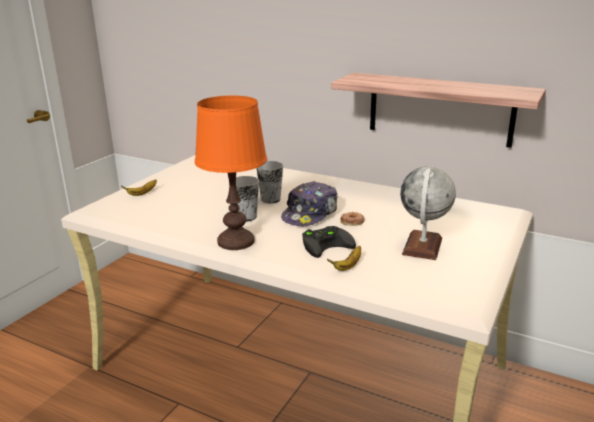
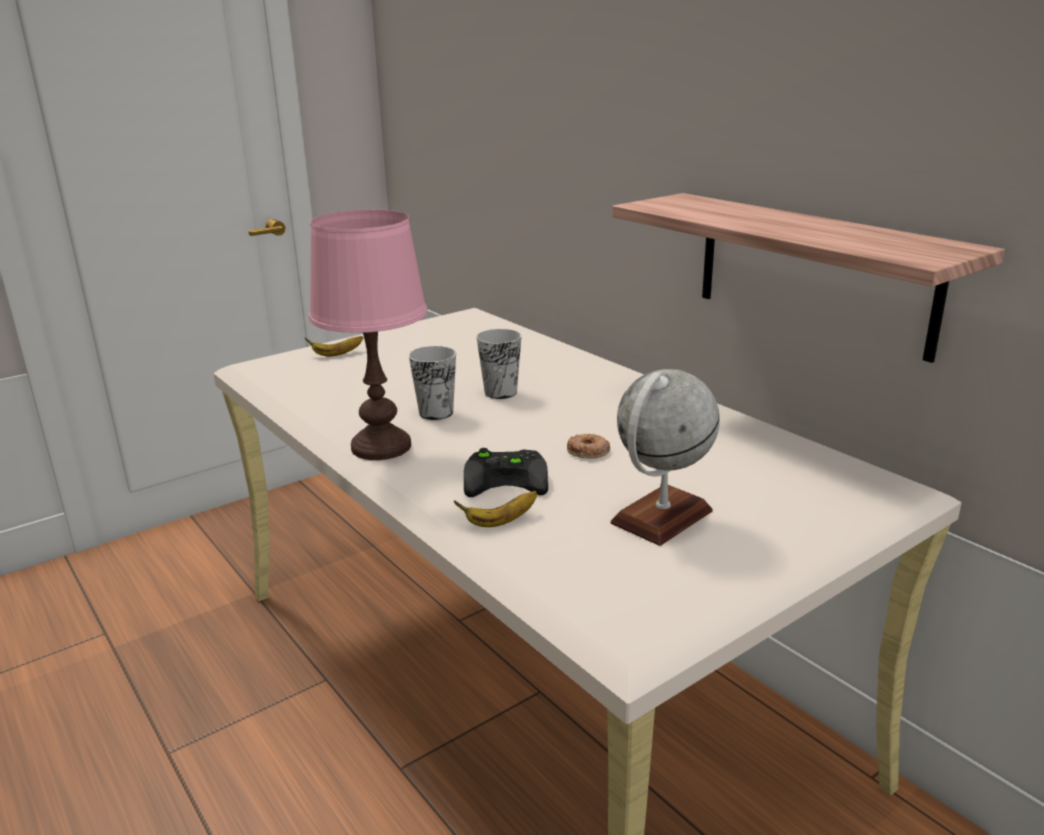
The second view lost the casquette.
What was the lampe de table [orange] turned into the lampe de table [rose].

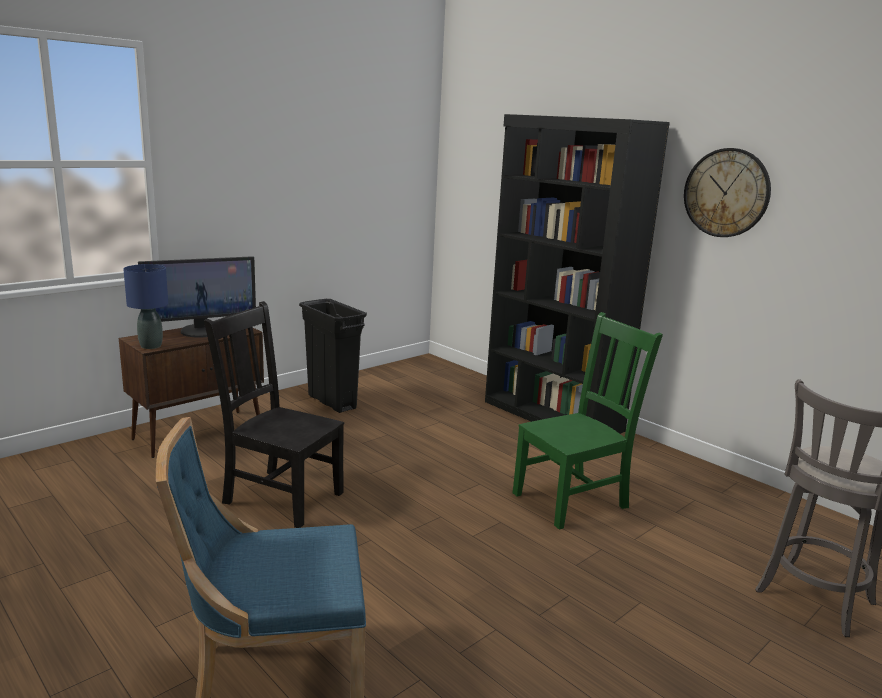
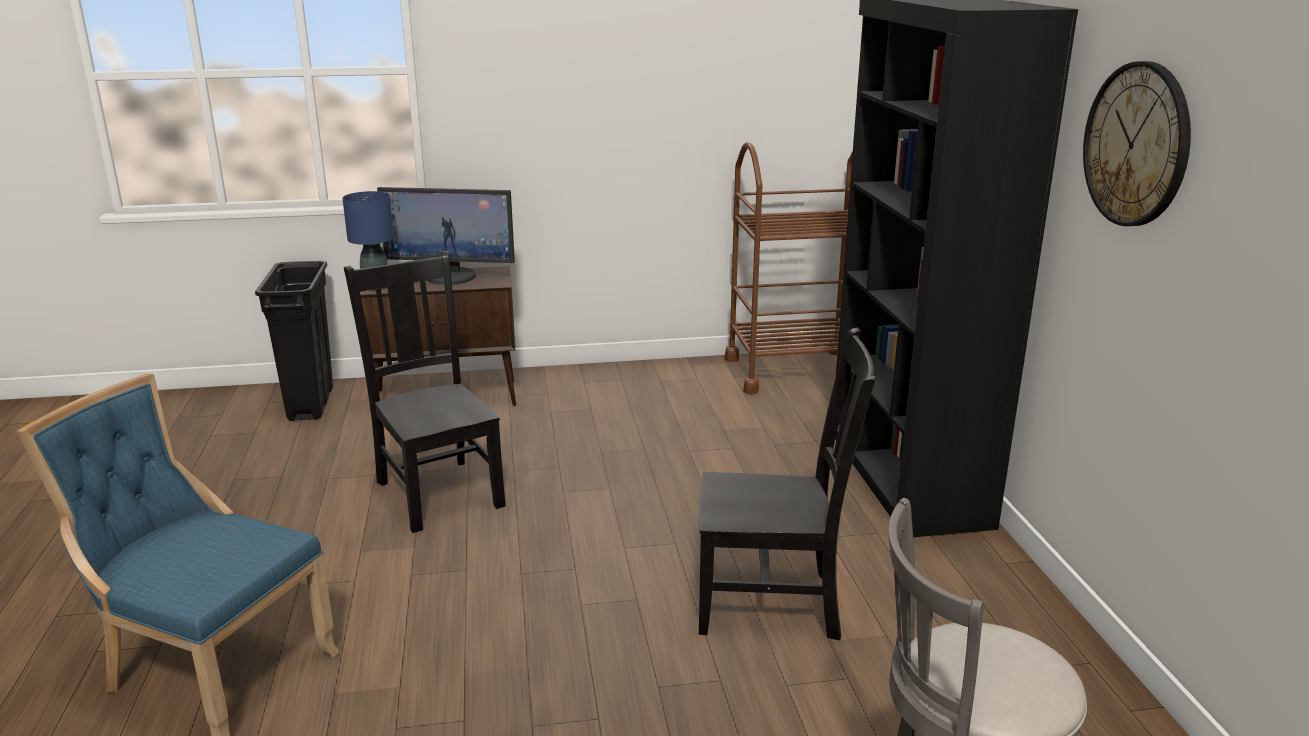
The second view gained the chariot [marron].
The poubelle [noir] ended up elsewhere.
What was the chaise [vert] turned into the chaise [noir] (2nd from left).

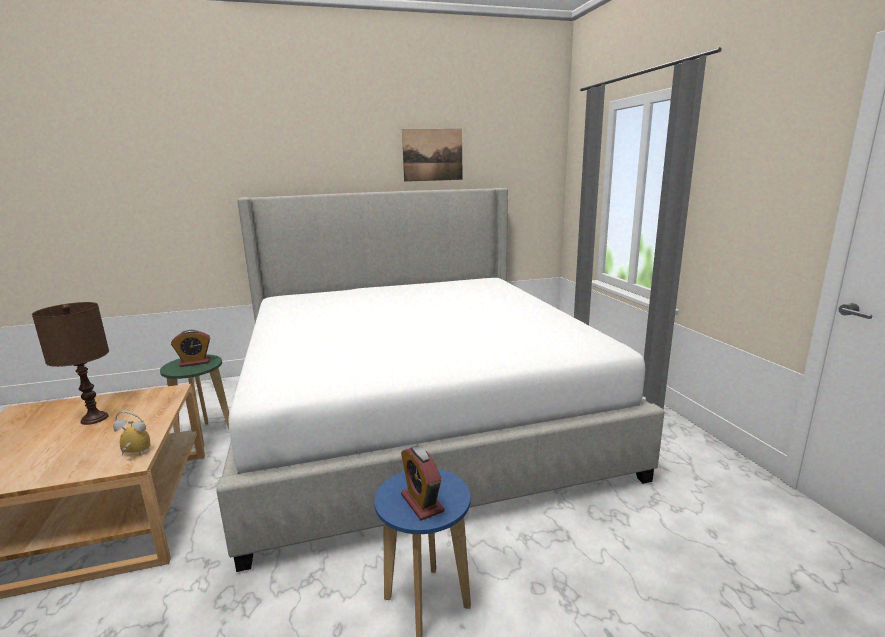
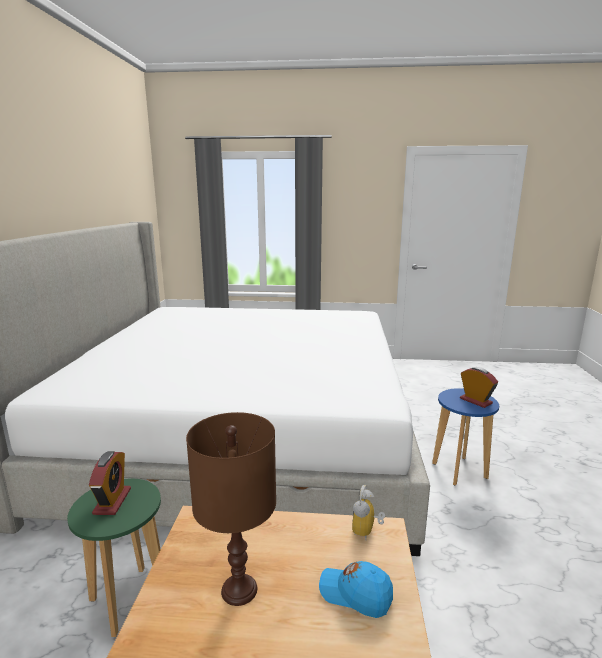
The second view lost the tableau.
The second view gained the casquette [bleu].
The réveil (3rd from left) ended up facing another way, 120 degrees counterclockwise from before.

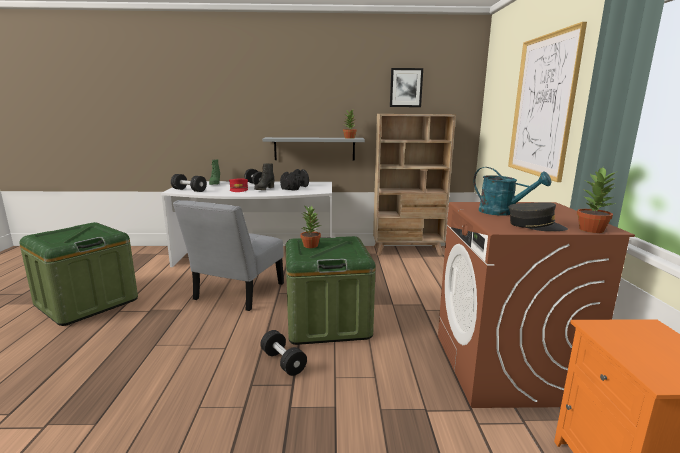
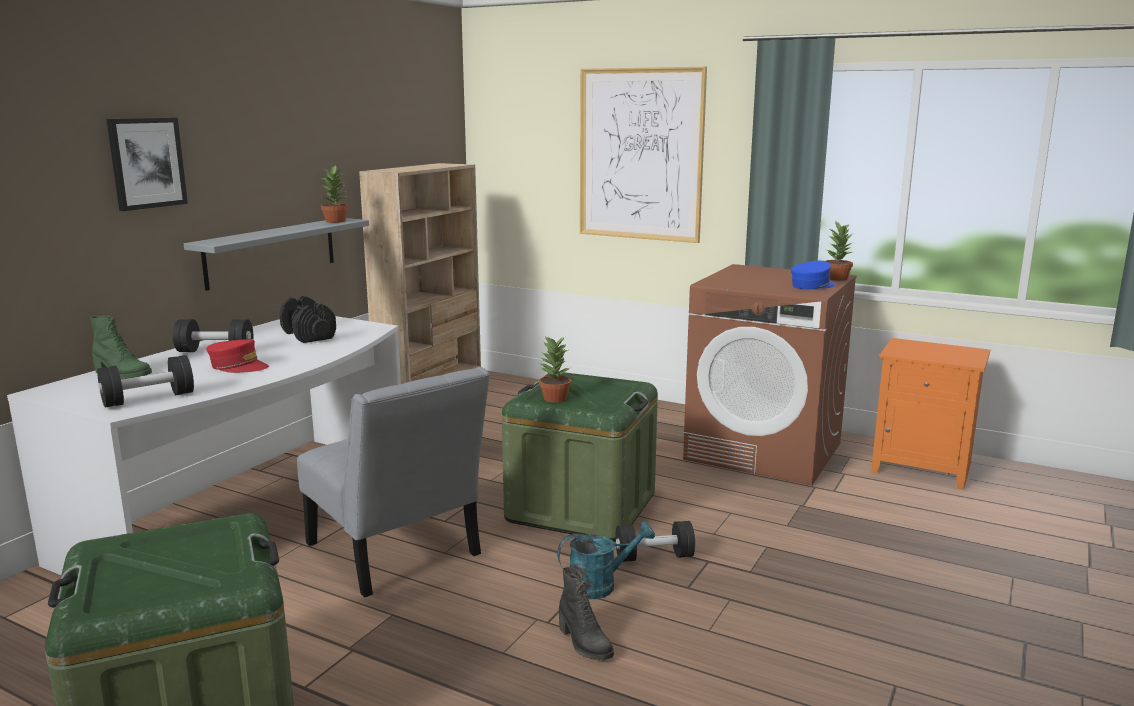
The botte [noir] ended up elsewhere.
The tableau (1st from left) ended up elsewhere.
The arrosoir [turquoise] ended up elsewhere.
What was the casquette [gris] turned into the casquette [bleu].

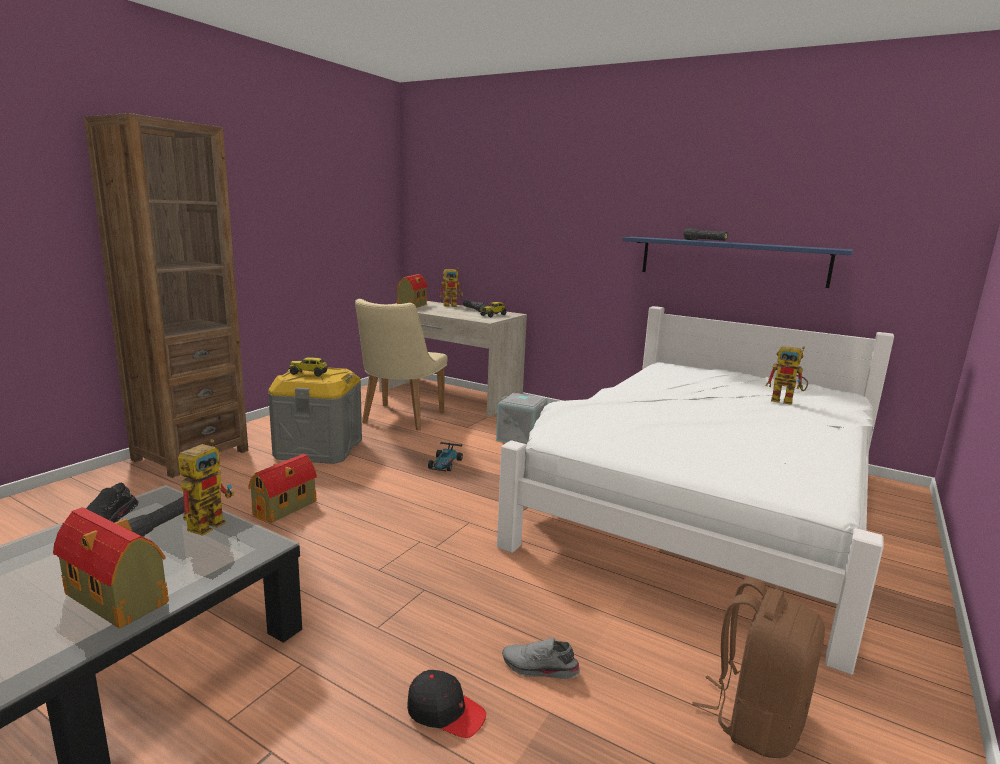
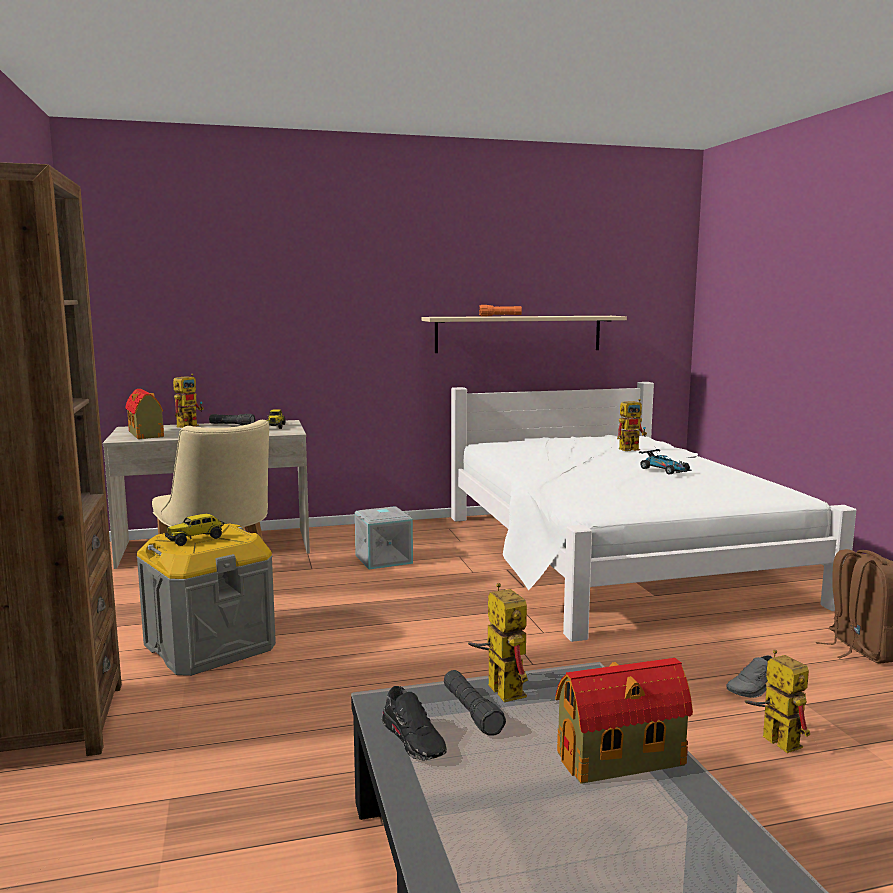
The second view lost the maison miniature (2nd from left).
The petite voiture ended up elsewhere.
Where the casquette [noir] stood, the robot jouet (4th from left) came to stand.
What was the étagère [bleu] turned into the étagère [beige].
What was the lampe de poche [noir] (3rd from left) turned into the lampe de poche [orange].

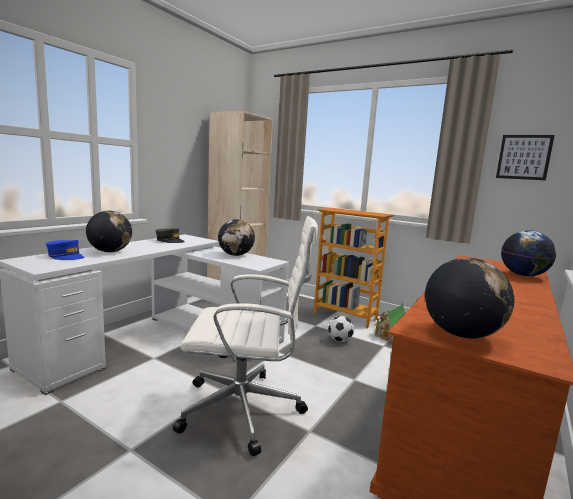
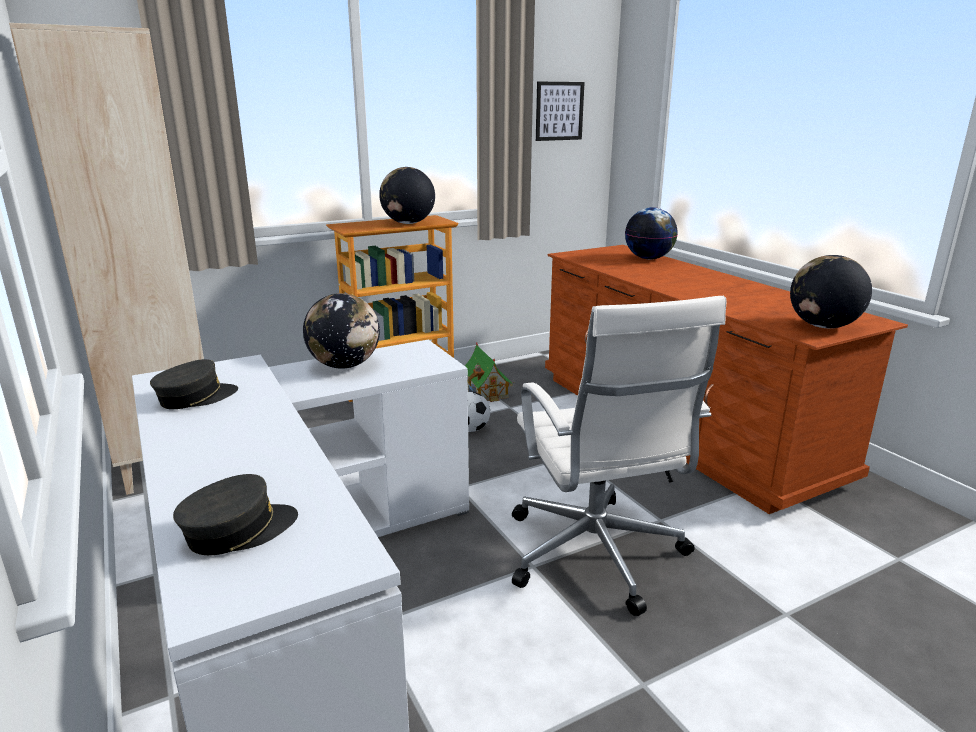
The globe (1st from left in the first image) ended up elsewhere.
What was the casquette [bleu] turned into the casquette [gris] (2nd from left).
The chaise de bureau [blanc] ended up facing another way, 135 degrees clockwise from before.

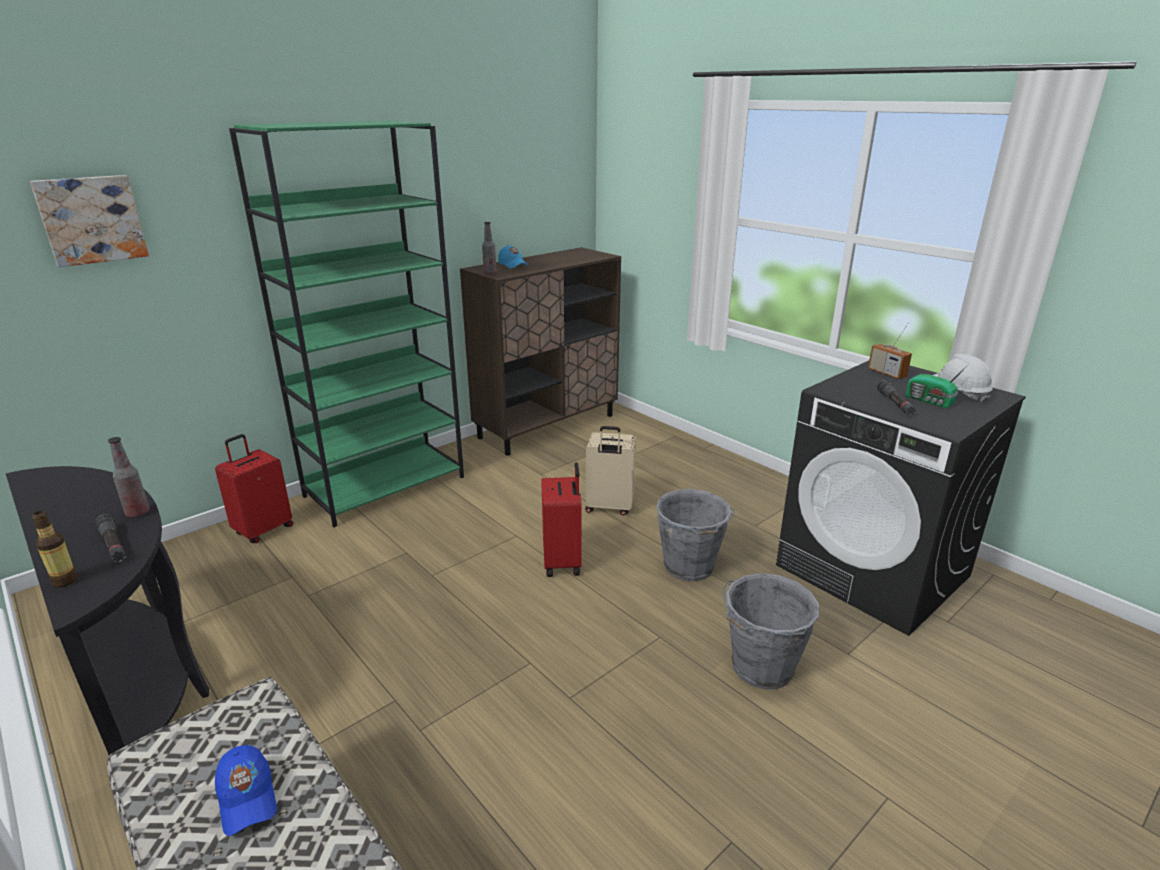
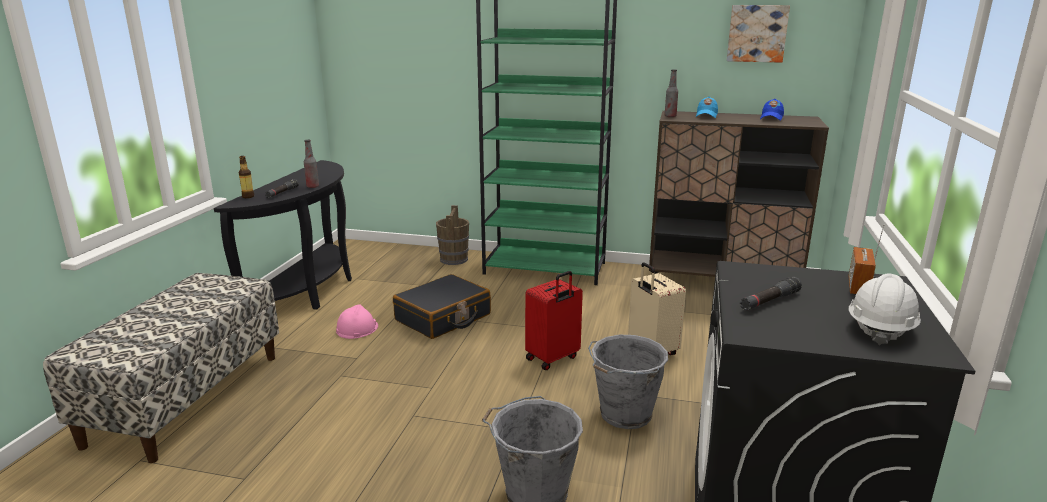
The second view lost the radio (2nd from left).
The second view gained the casque de chantier [rose].
The second view gained the valise [noir].
The tableau ended up elsewhere.
The casquette [bleu] (1st from left in the first image) ended up elsewhere.
Where the valise [rouge] (1st from left) stood, the seau [marron] came to stand.

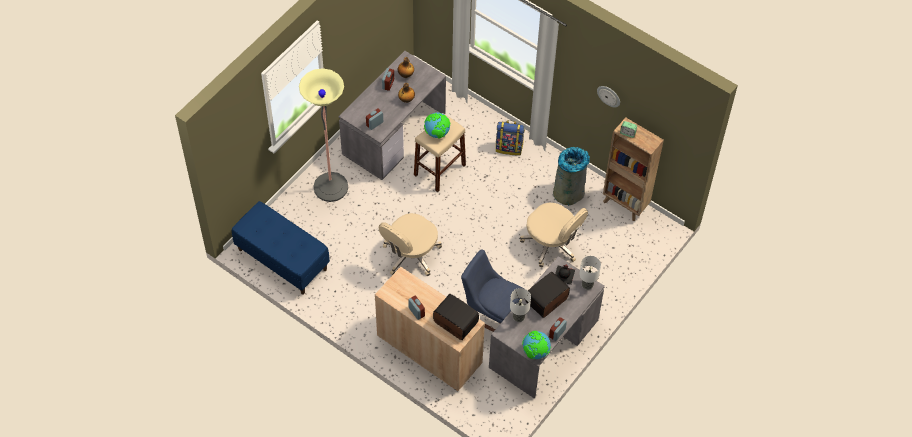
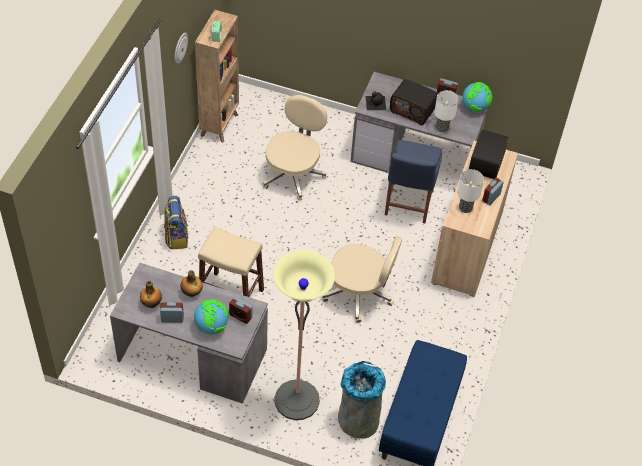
The globe (1st from left) ended up elsewhere.
The poubelle [gris] ended up elsewhere.
The lampe de table (2nd from left) ended up elsewhere.

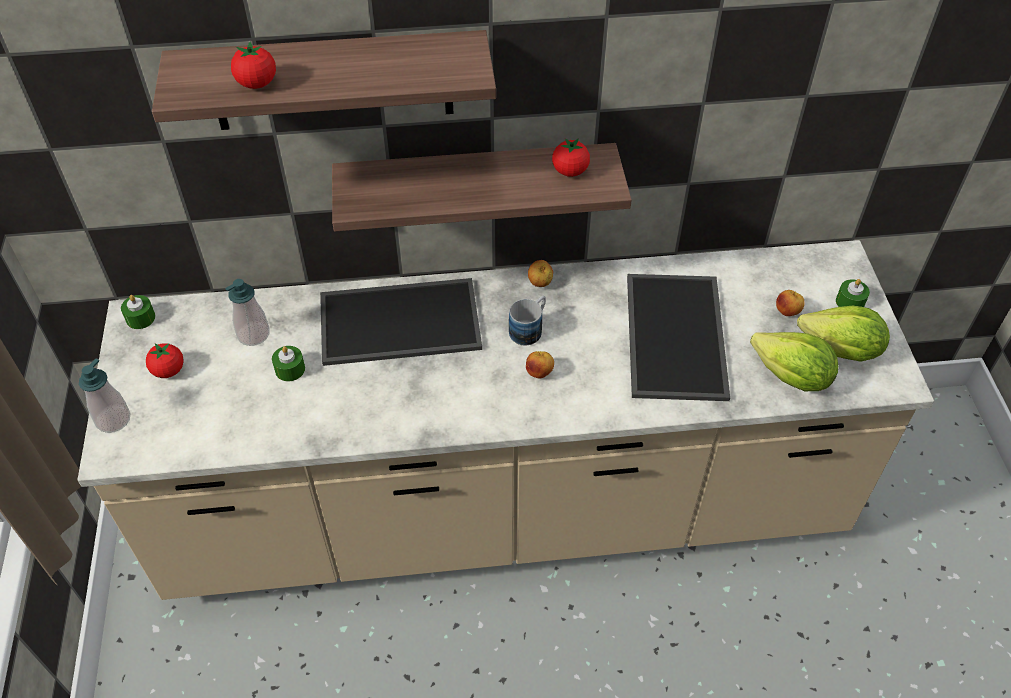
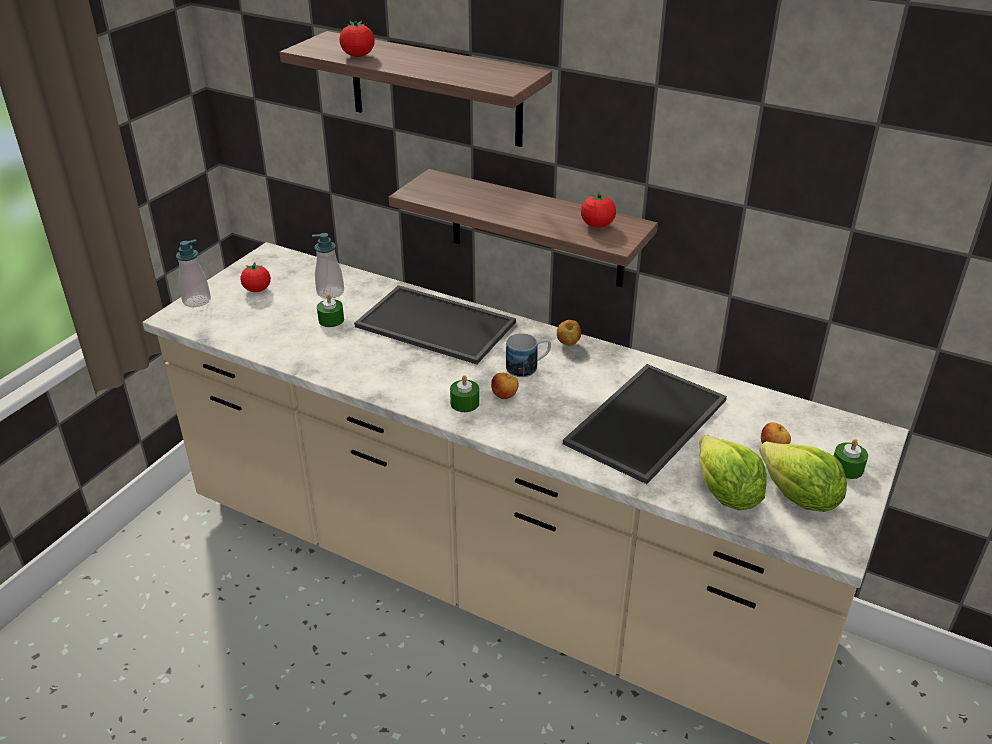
The bougie [vert] (1st from left in the first image) ended up elsewhere.

